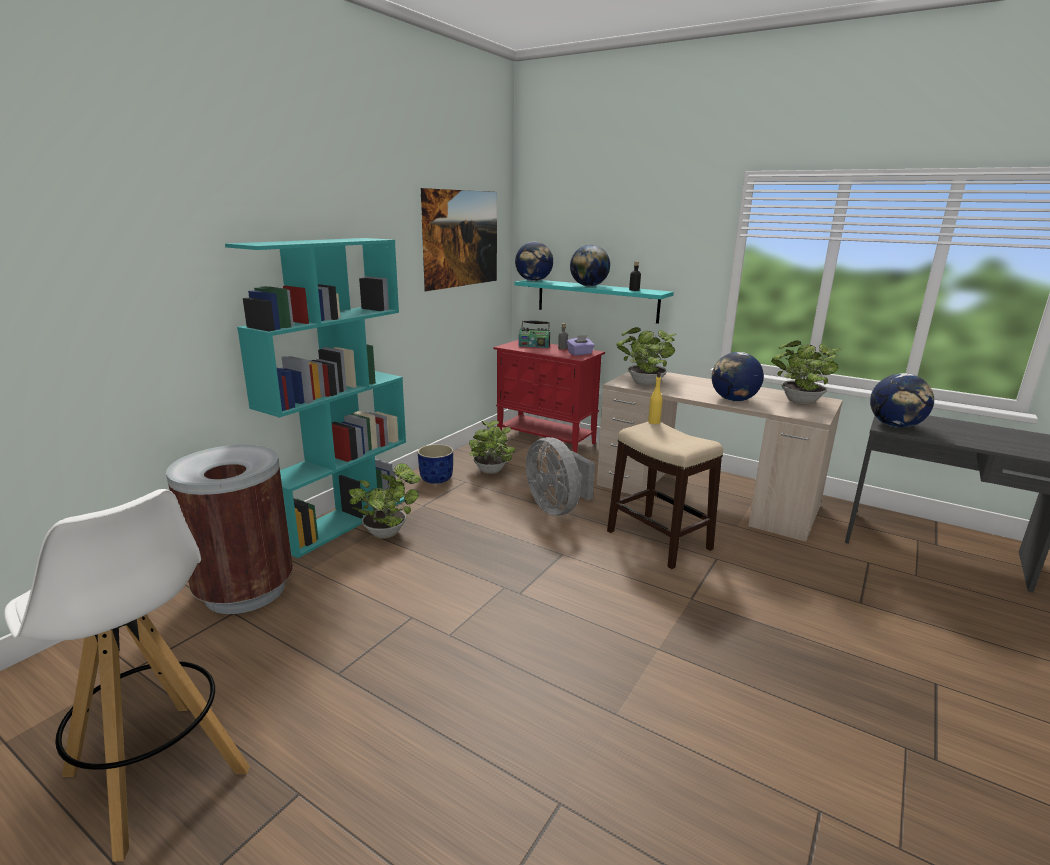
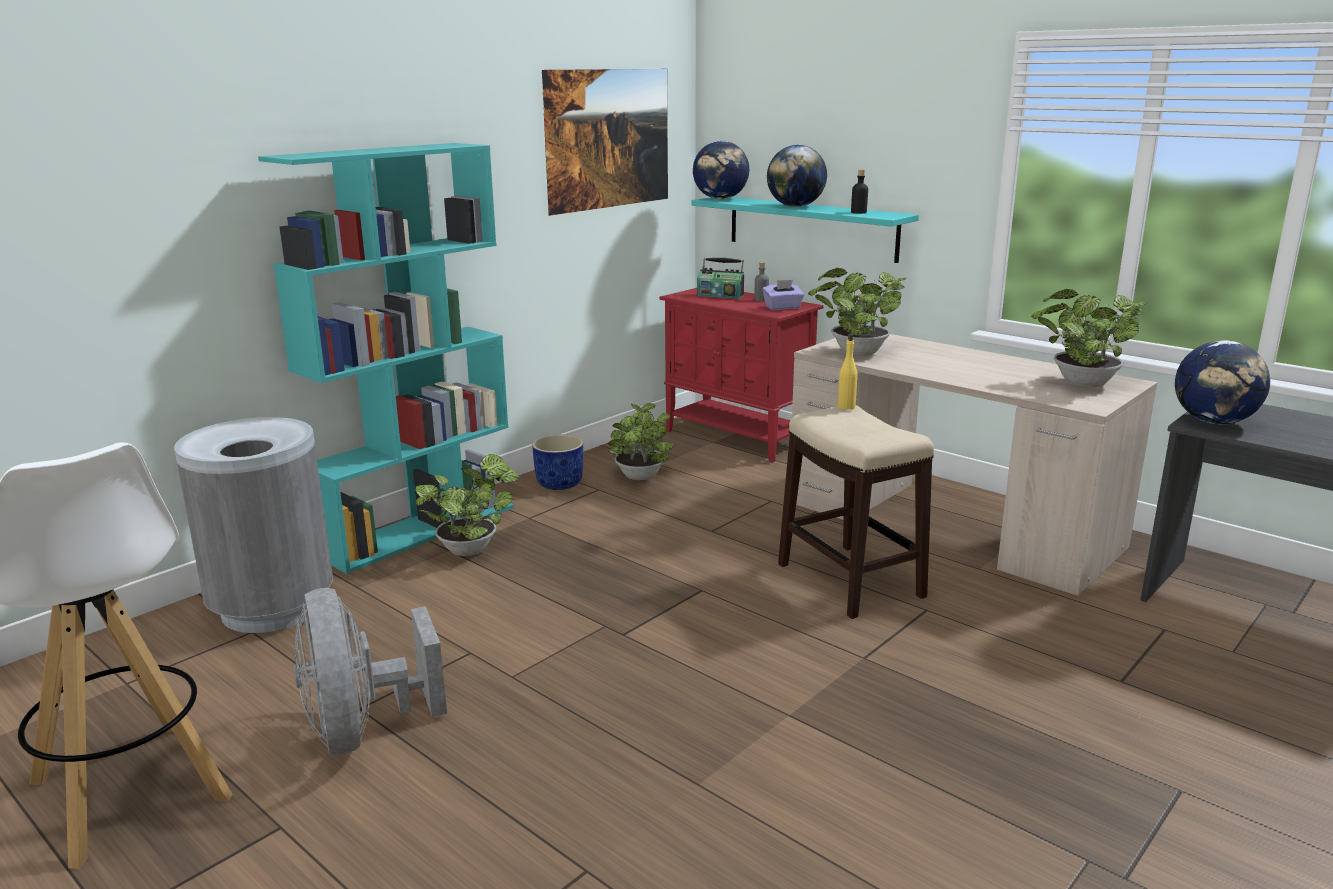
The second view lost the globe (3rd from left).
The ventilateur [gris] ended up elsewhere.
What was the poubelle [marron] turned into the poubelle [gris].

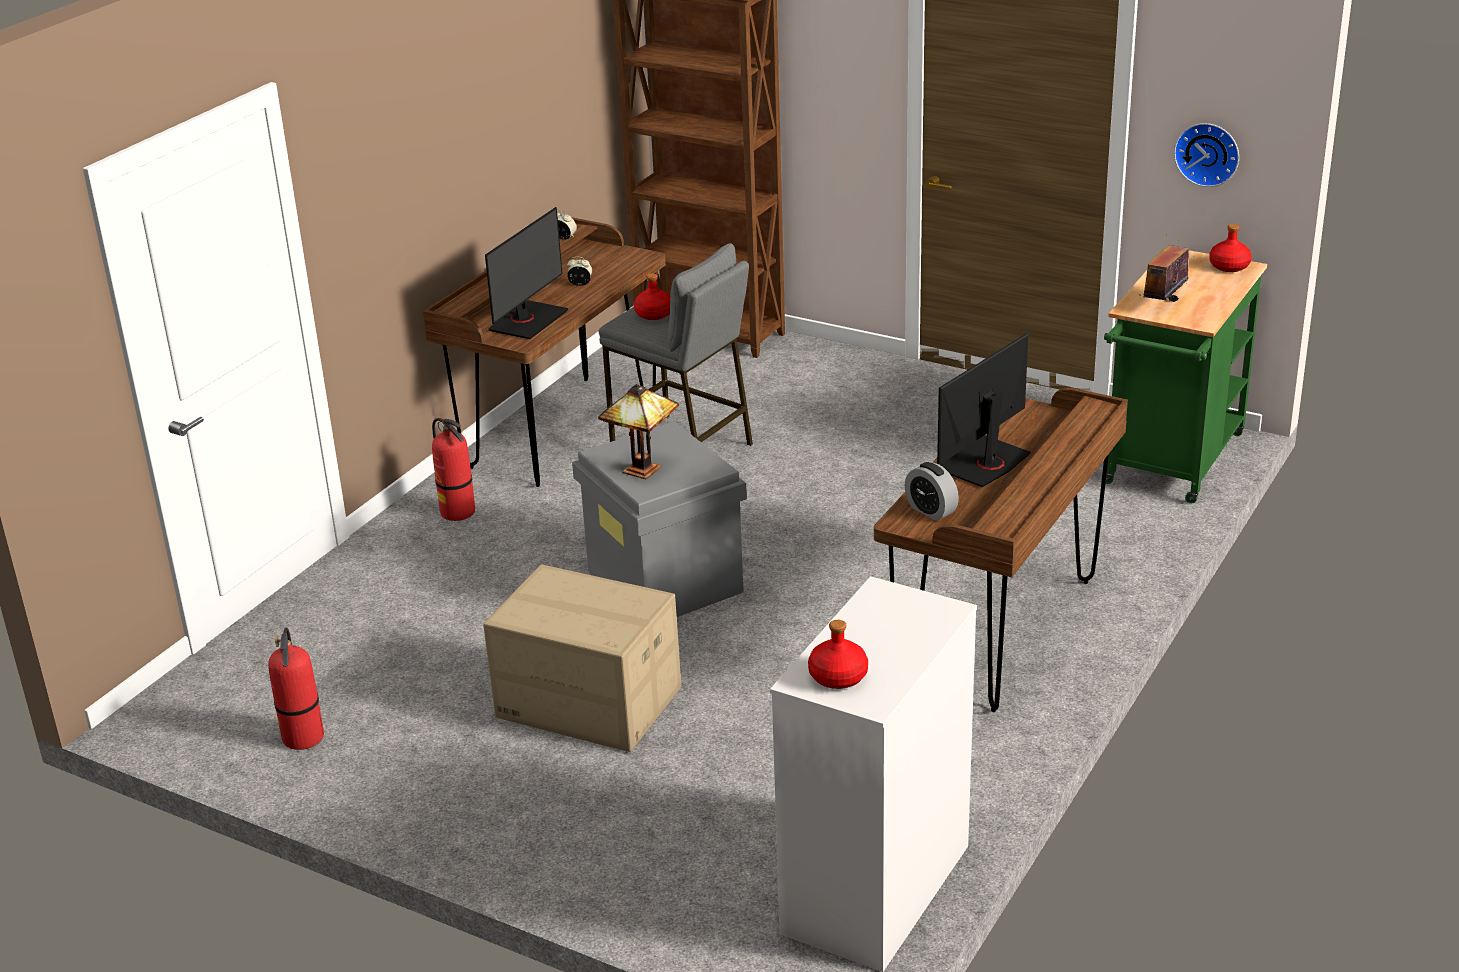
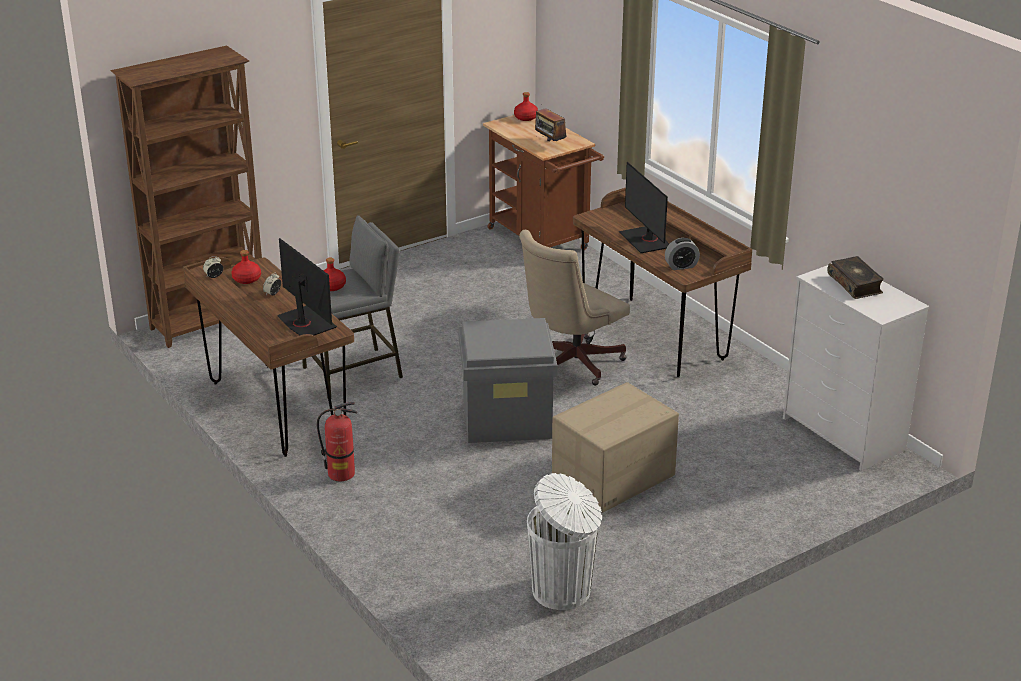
The second view lost the lampe de table.
The second view lost the horloge murale.
The second view gained the chaise de bureau [beige].
The second view gained the livre.
The bouteille [rouge] (2nd from left in the first image) ended up elsewhere.
Where the extincteur (1st from left) stood, the poubelle [blanc] came to stand.
What was the chariot [vert] turned into the chariot [marron].

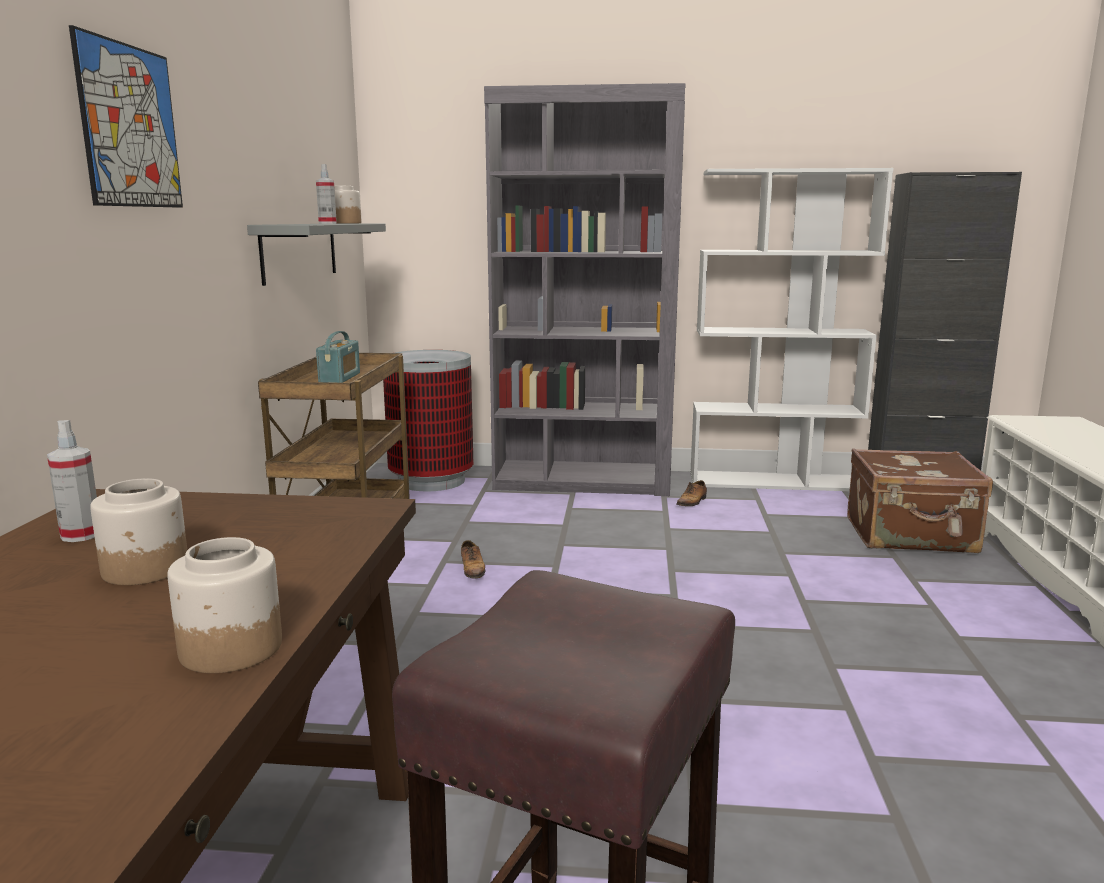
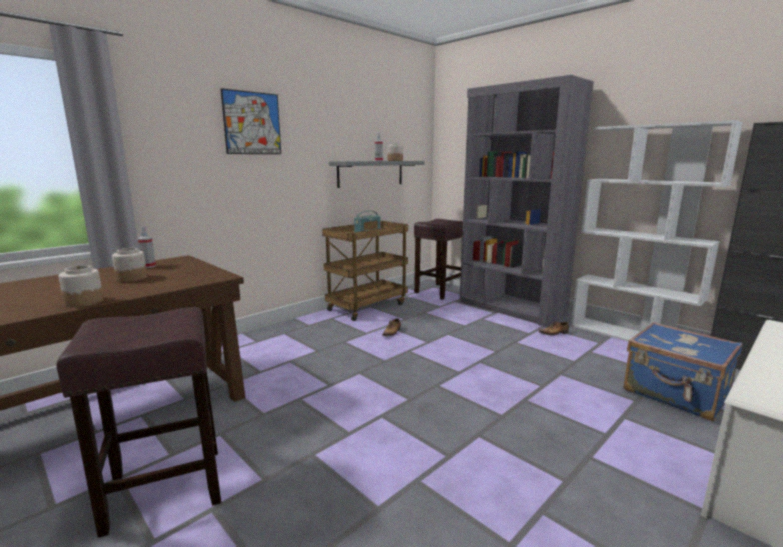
Where the poubelle stood, the tabouret [marron] (2nd from left) came to stand.
What was the valise [marron] turned into the valise [bleu].

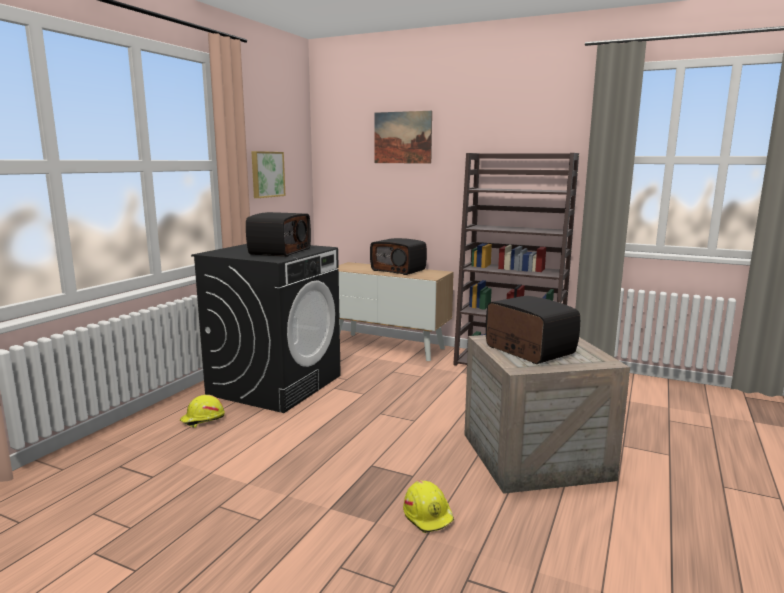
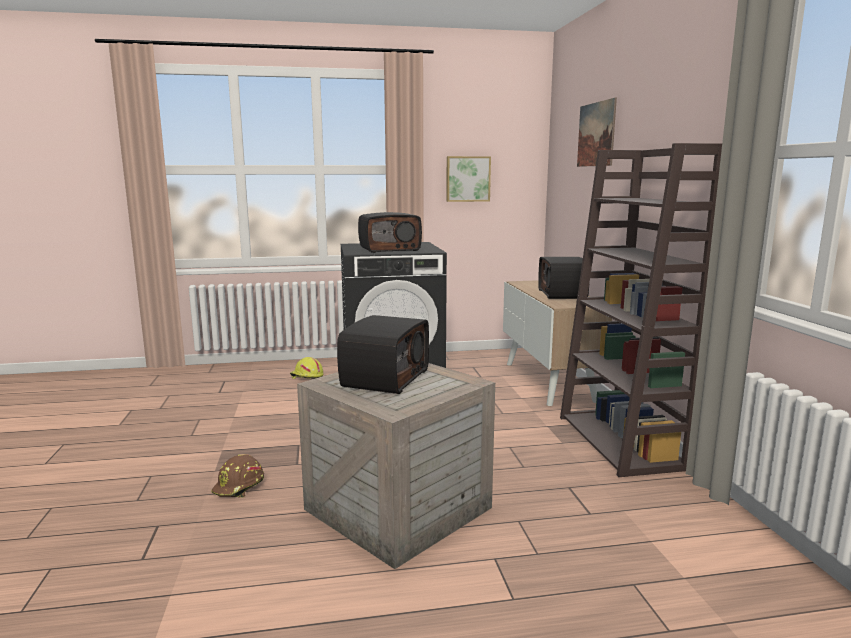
What was the casque de chantier [jaune] (2nd from left) turned into the casque de chantier [marron].

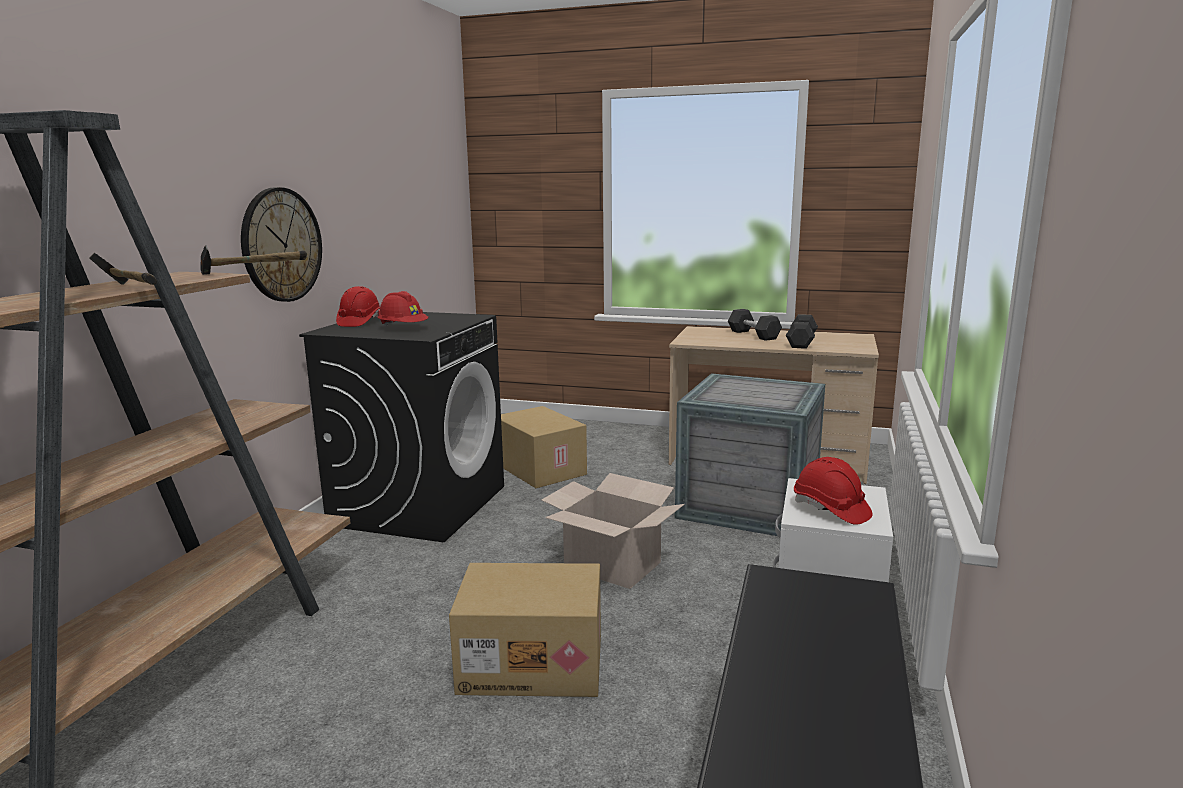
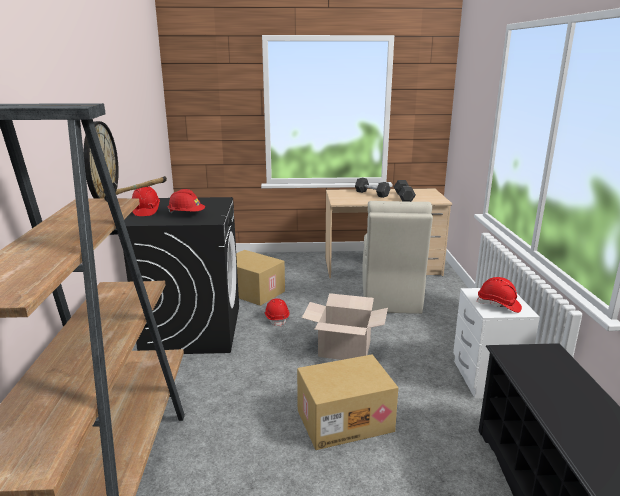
The second view lost the marteau (1st from left).
The second view gained the casque de chantier [rouge] (3rd from left).
Where the caisse stood, the chaise [beige] came to stand.

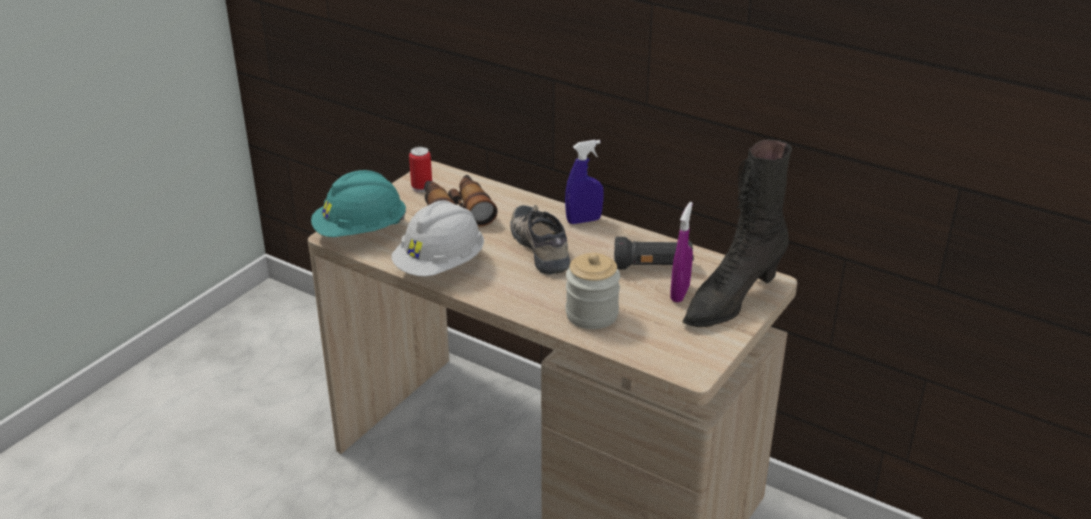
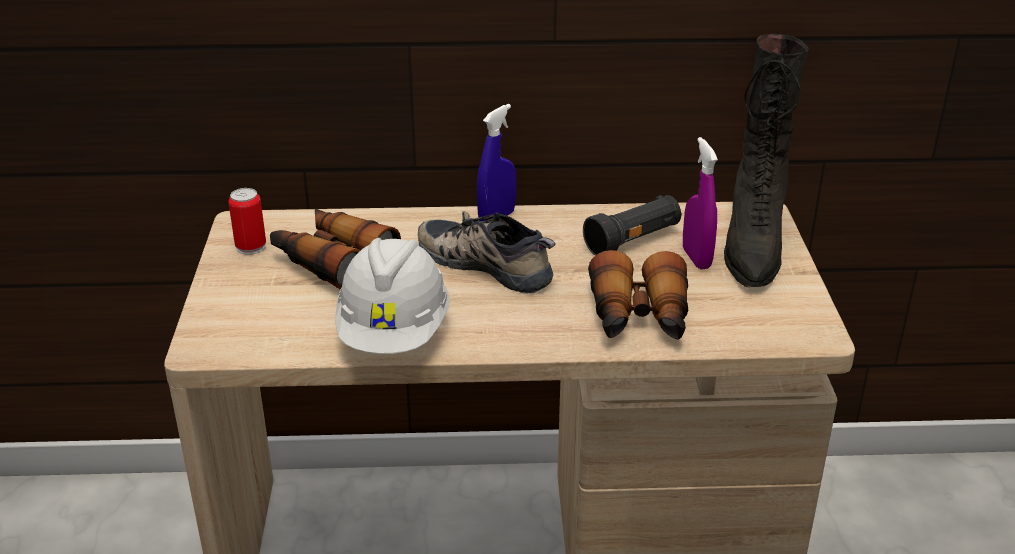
The second view lost the casque de chantier [turquoise].
Where the bocal stood, the jumelles (2nd from left) came to stand.

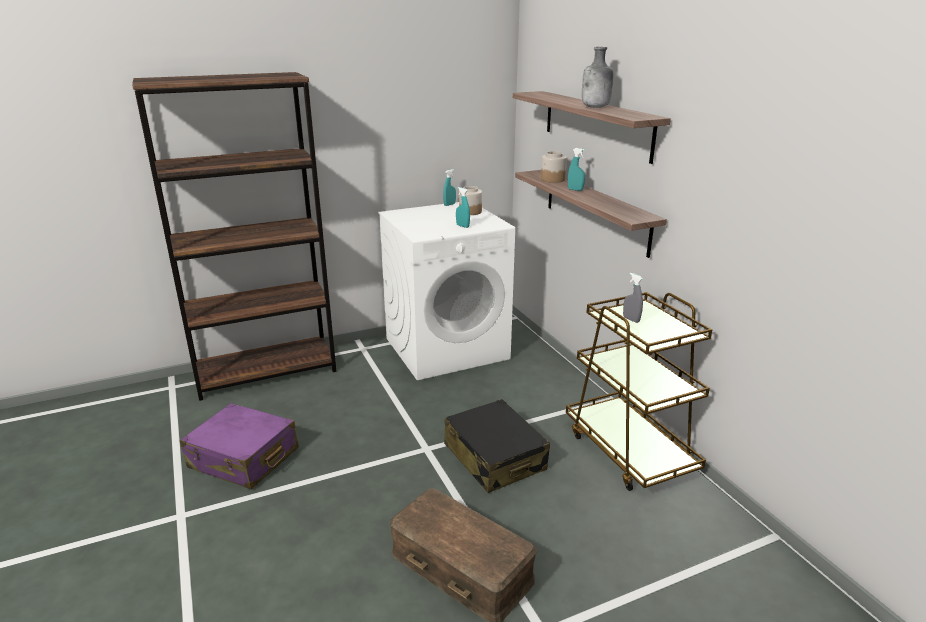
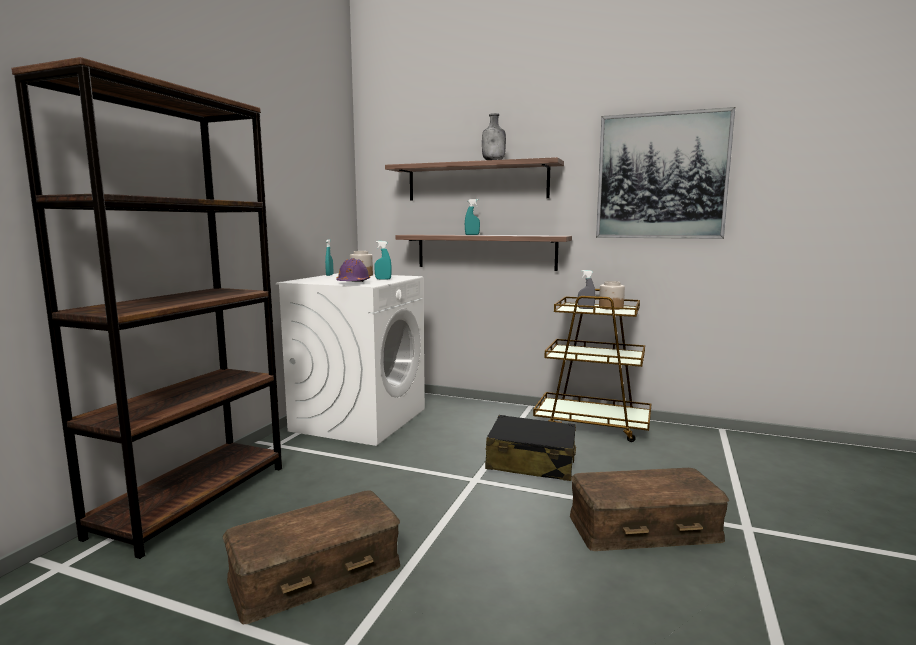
The second view gained the casque de chantier [violet].
The second view gained the tableau.
The bocal (2nd from left) ended up elsewhere.
Where the valise [violet] stood, the boîte de rangement [marron] (1st from left) came to stand.

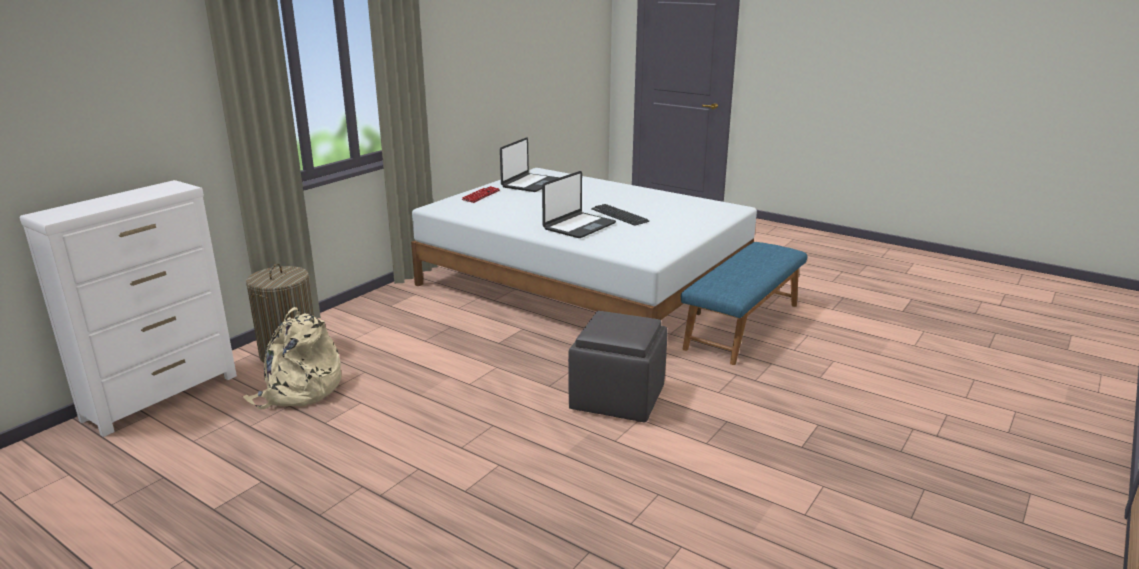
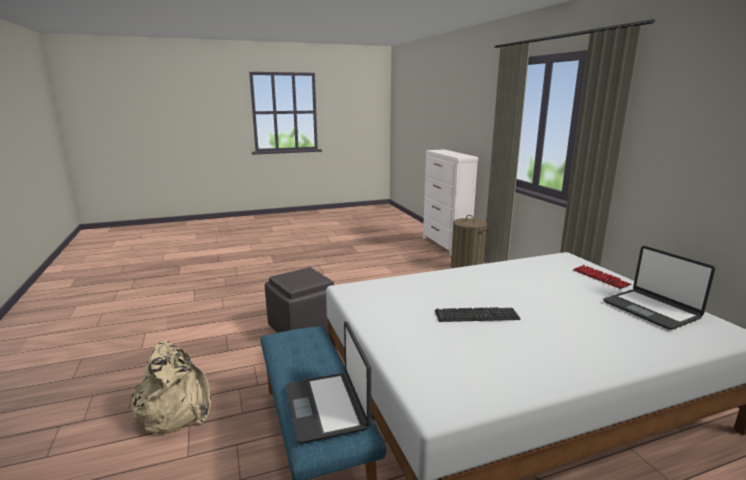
The sac à dos [beige] ended up elsewhere.
The ordinateur portable (2nd from left in the first image) ended up elsewhere.

